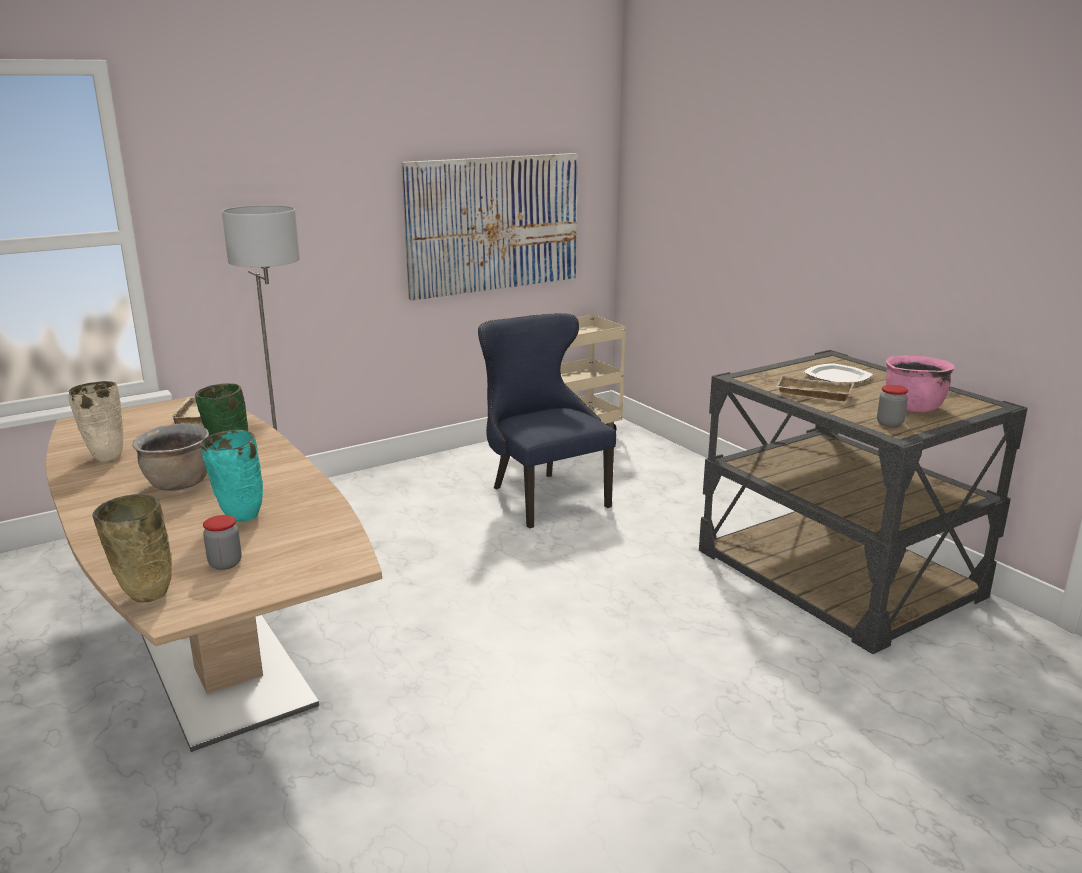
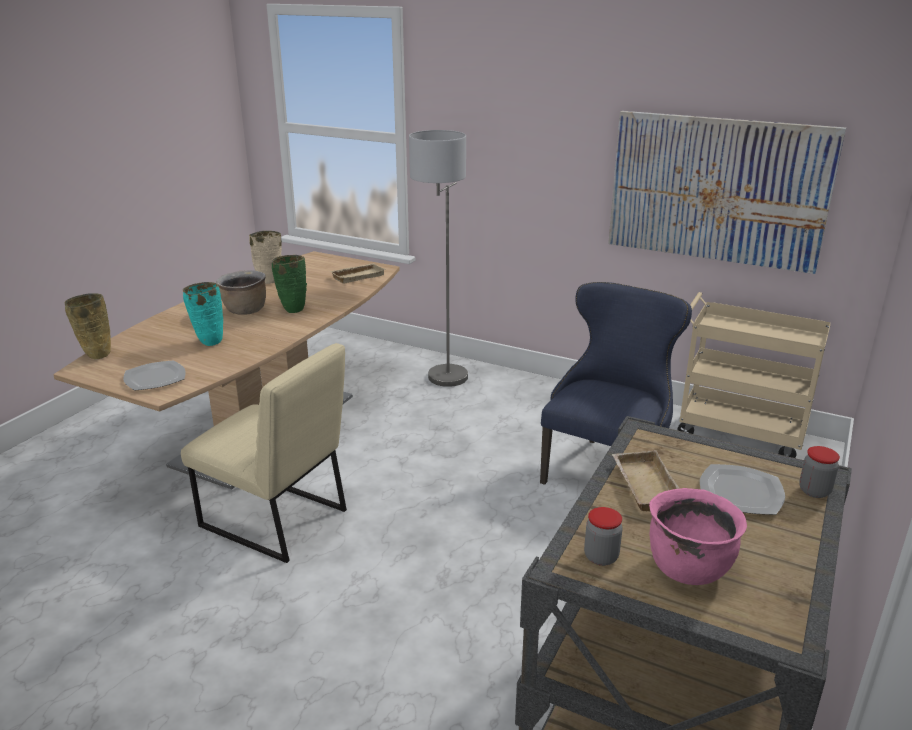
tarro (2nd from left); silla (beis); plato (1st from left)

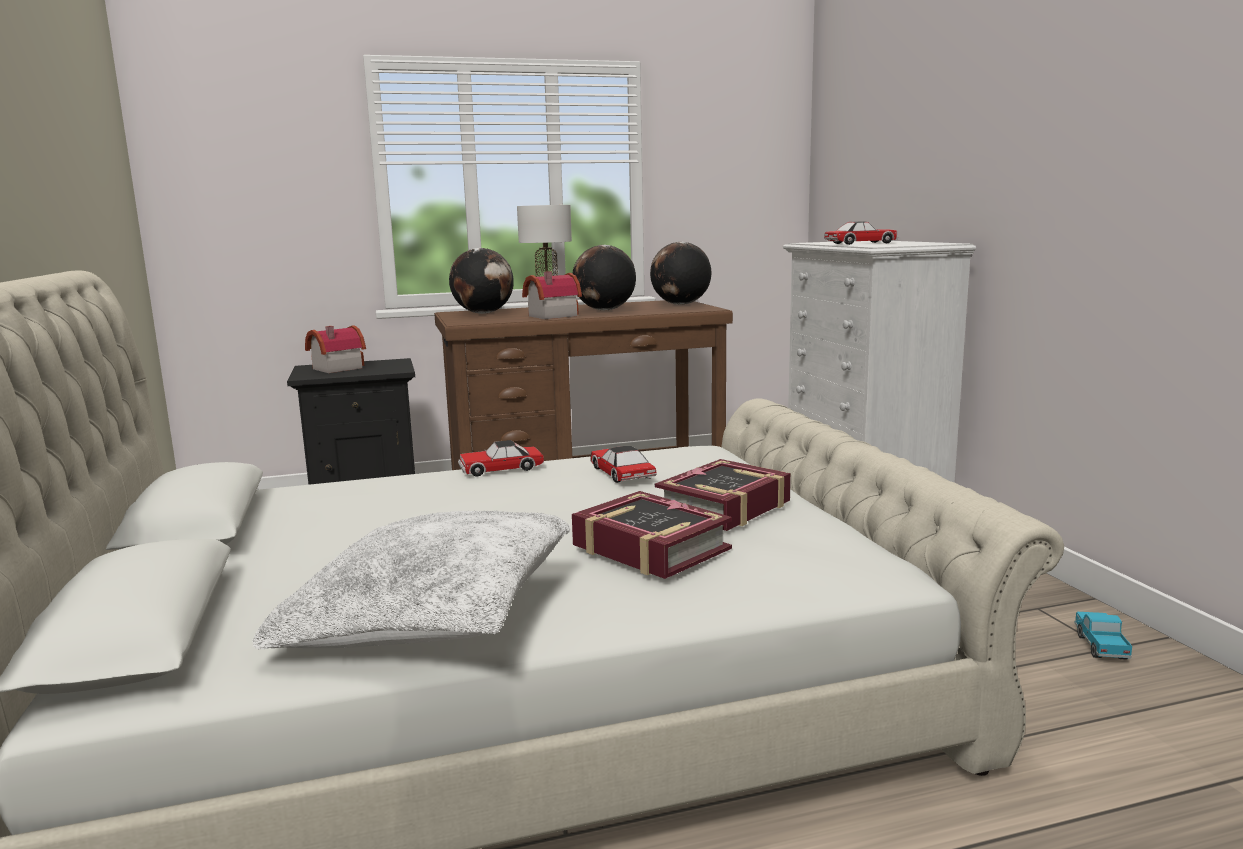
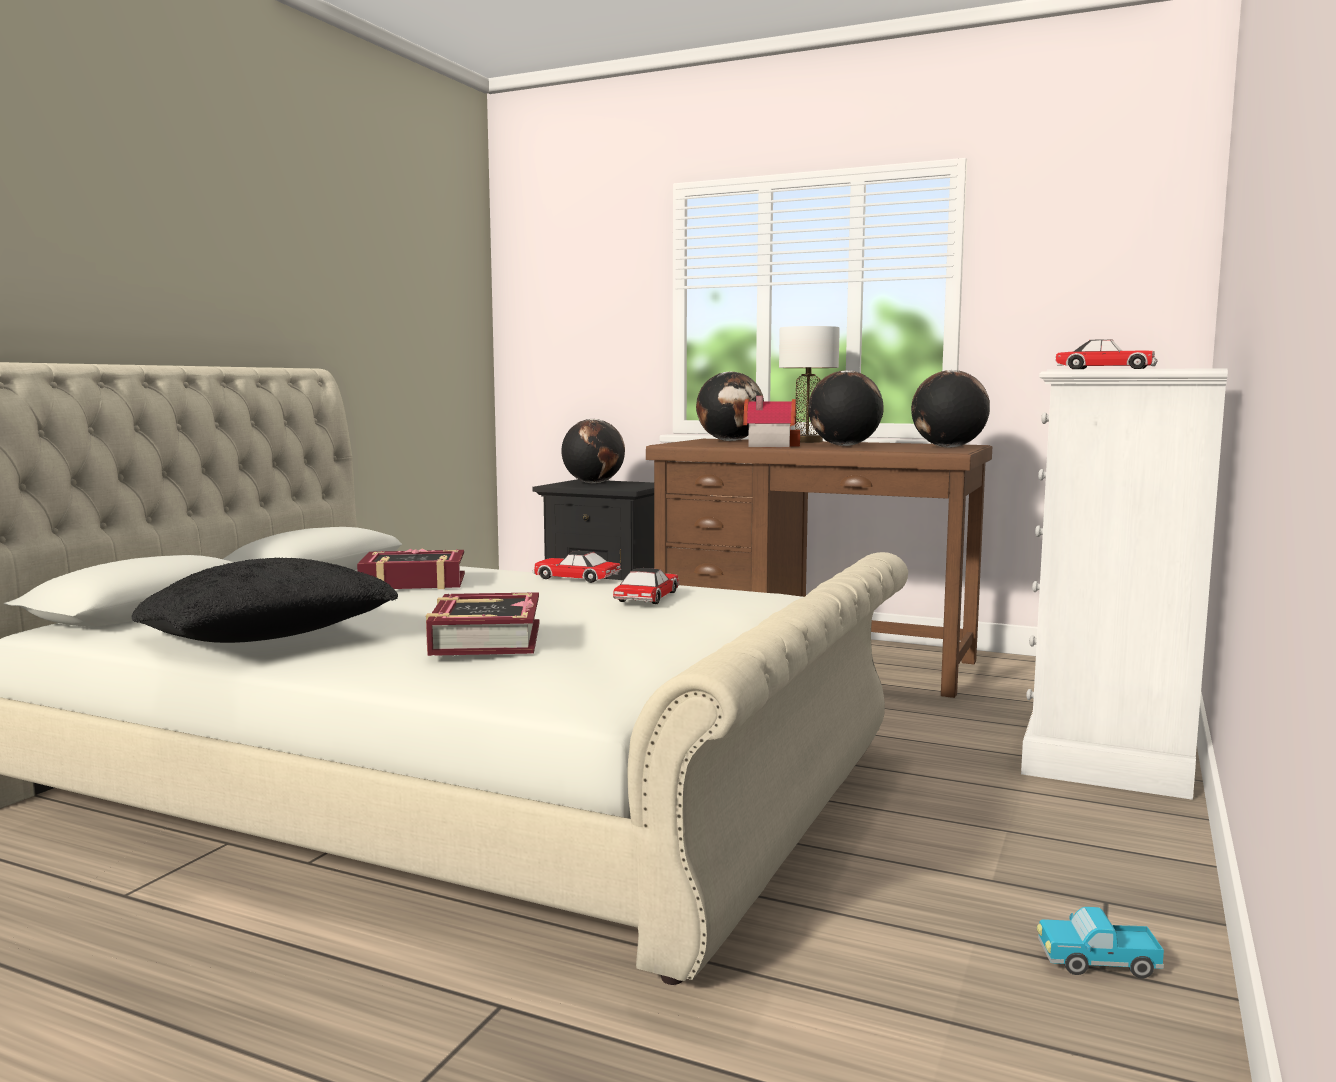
globo terráqueo (1st from left); libro (1st from left); cojín (negro); camión de juguete

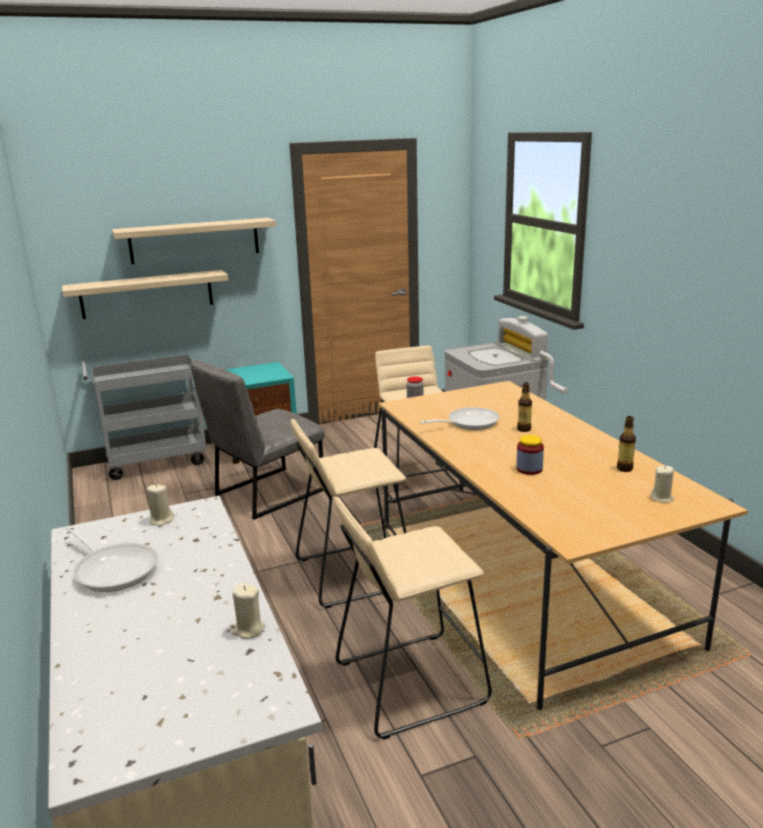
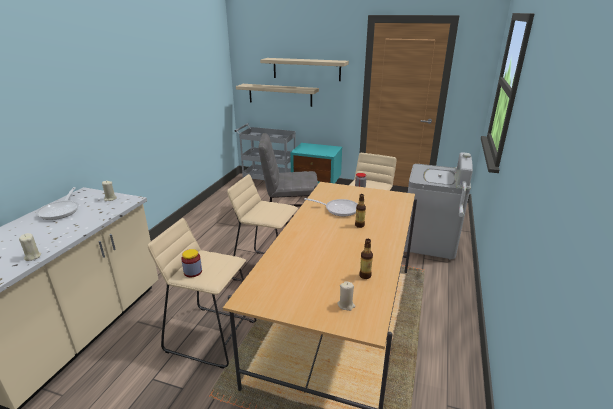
tarro (1st from left)

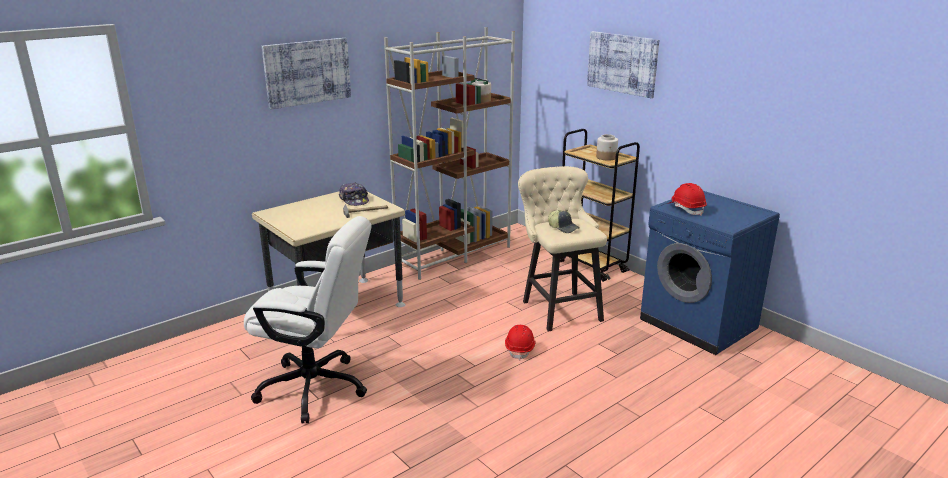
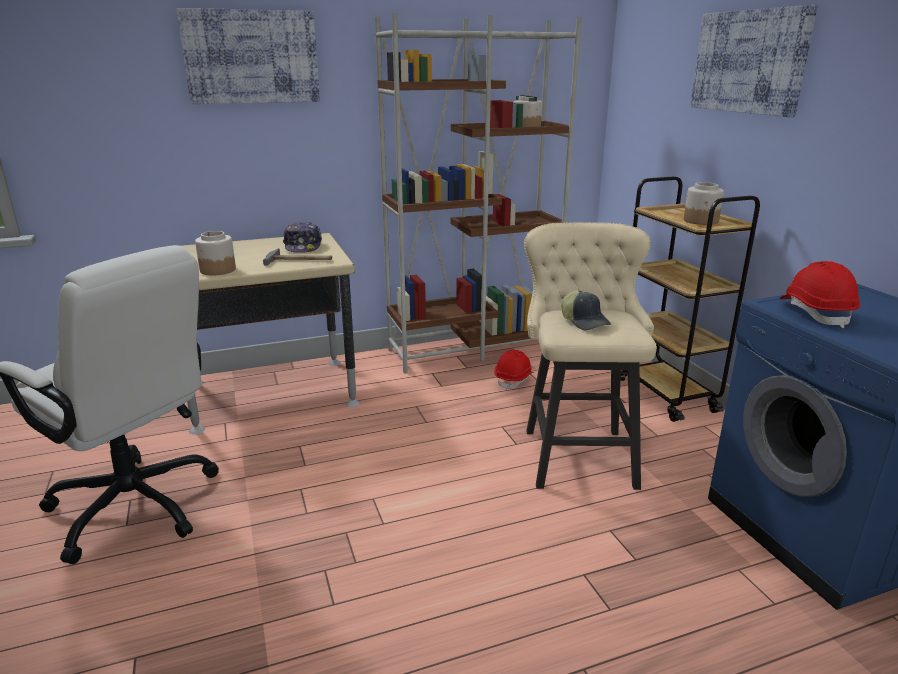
casco (rojo) (1st from left); tarro (1st from left)

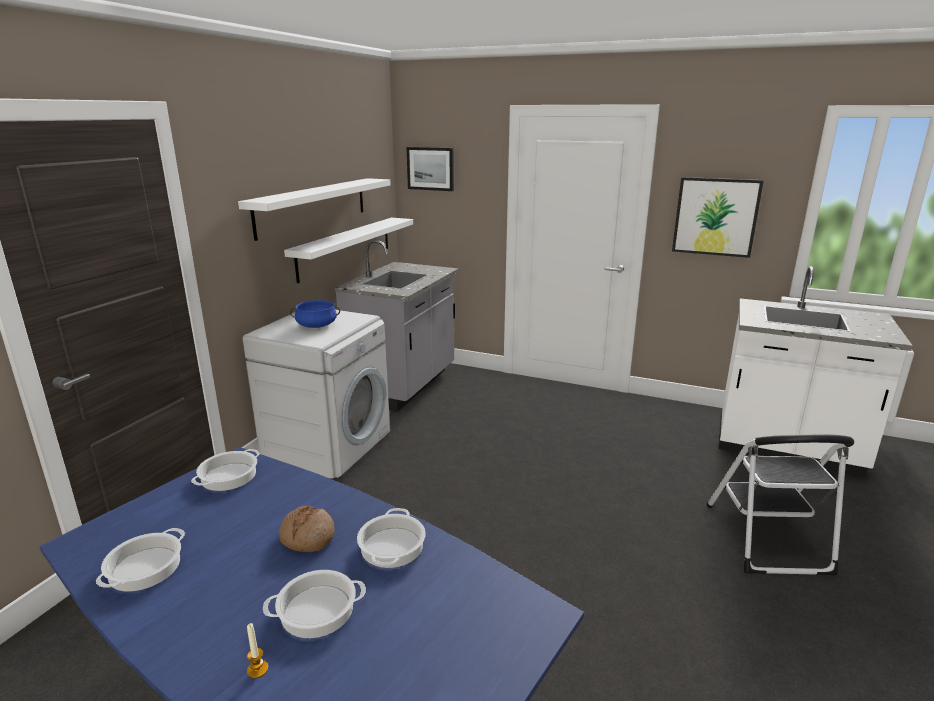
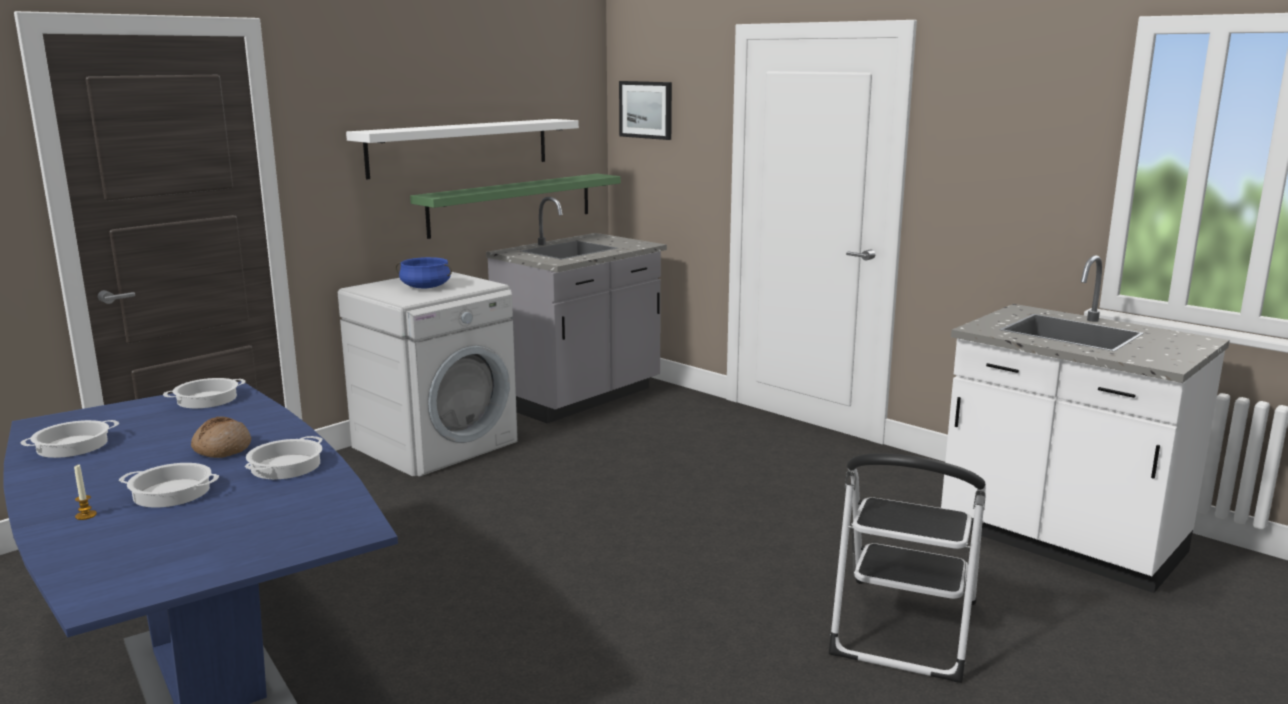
cuadro (2nd from left in the first image); estante (verde)

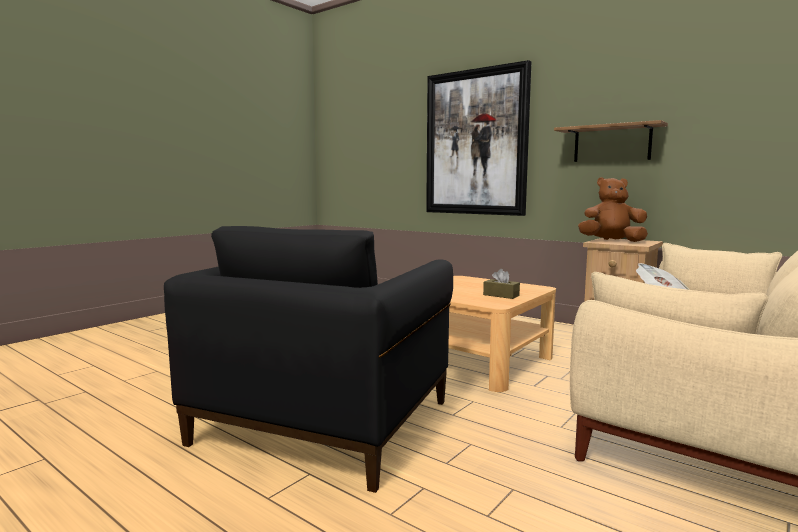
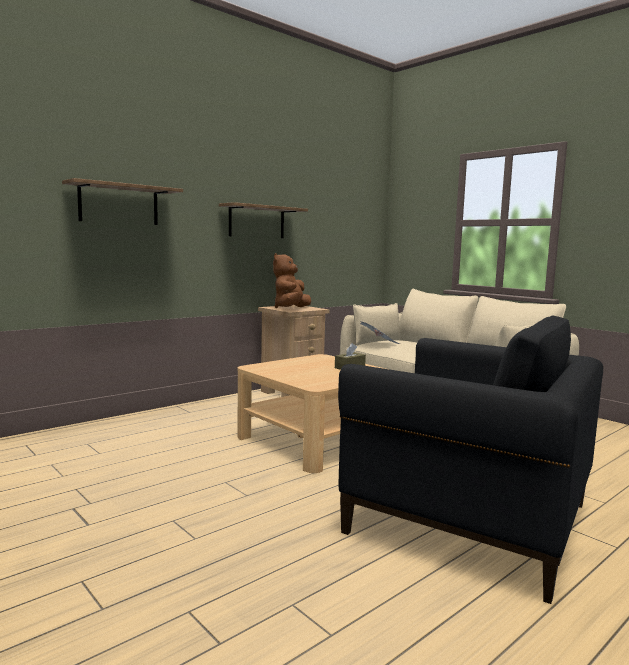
estante (1st from left)

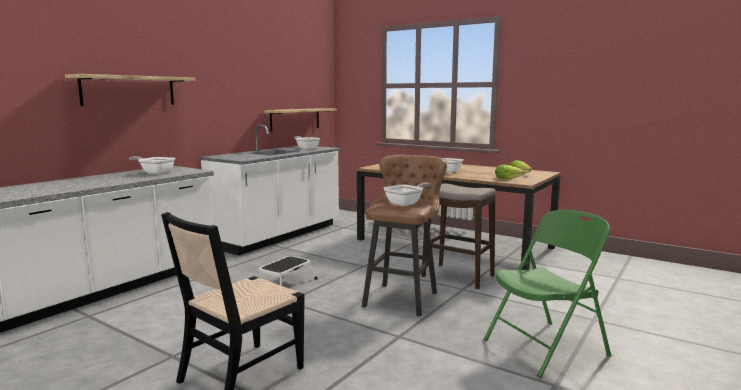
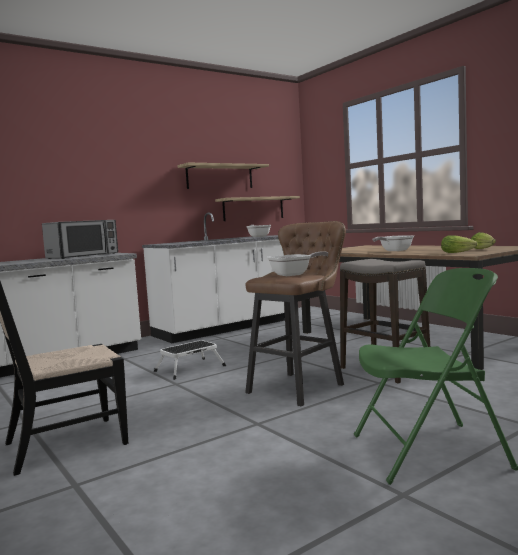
estante (1st from left); microondas

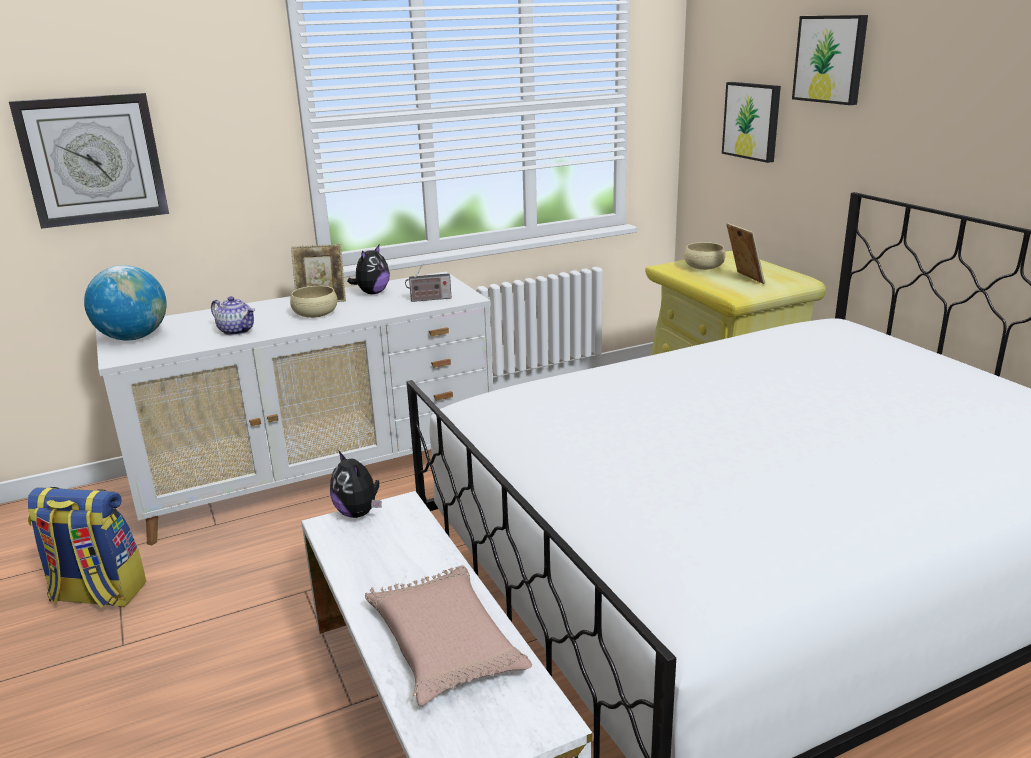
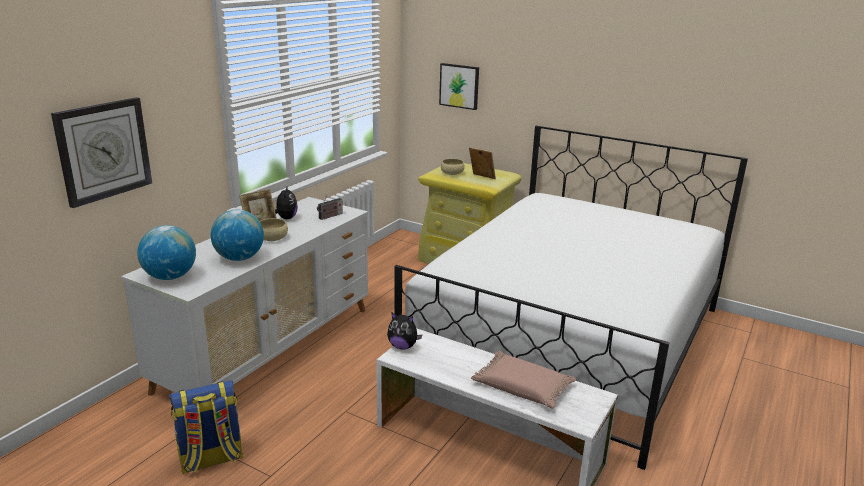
cuadro (2nd from left in the first image); globo terráqueo (2nd from left)

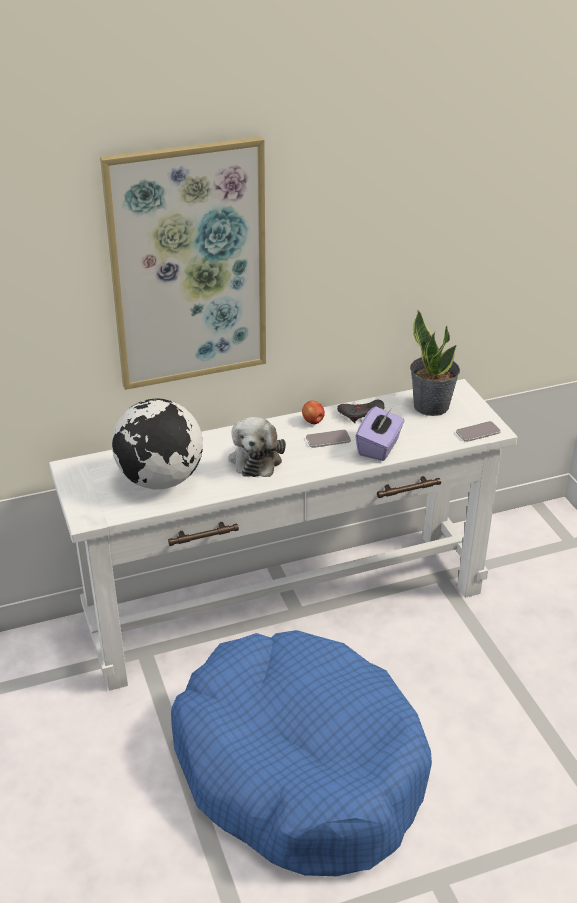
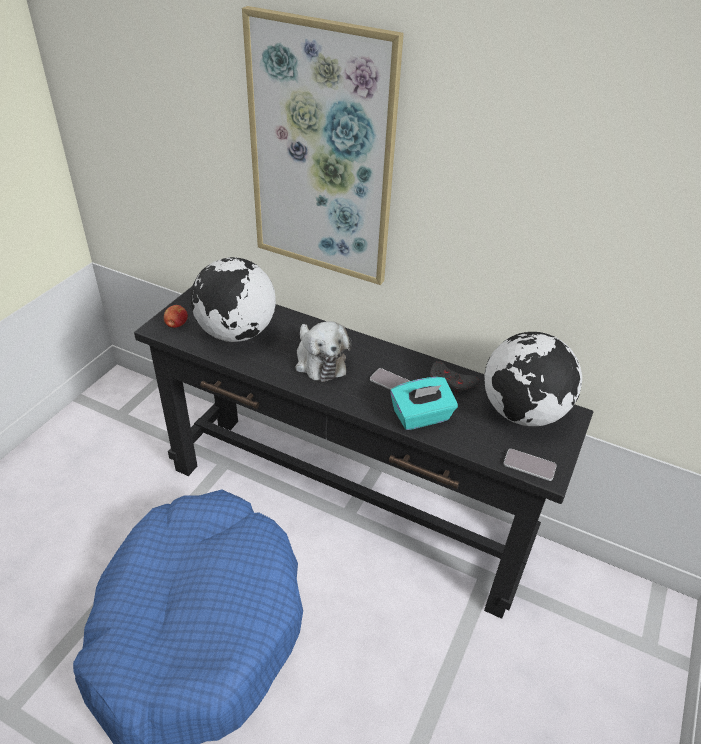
globo terráqueo (2nd from left); mesa consola (negro); manzana; caja de pañuelos (turquesa); peluche

